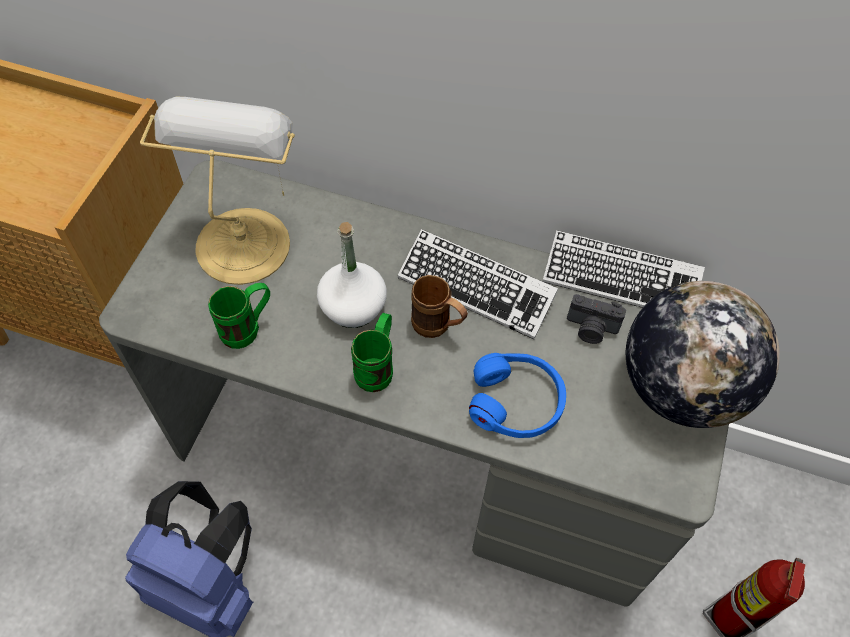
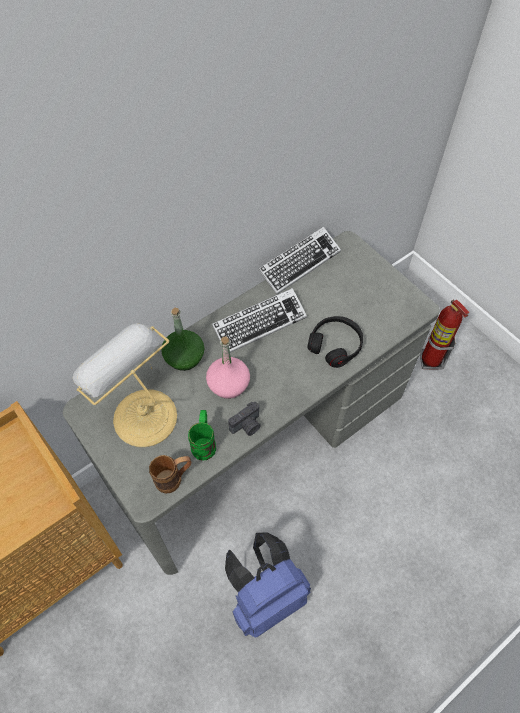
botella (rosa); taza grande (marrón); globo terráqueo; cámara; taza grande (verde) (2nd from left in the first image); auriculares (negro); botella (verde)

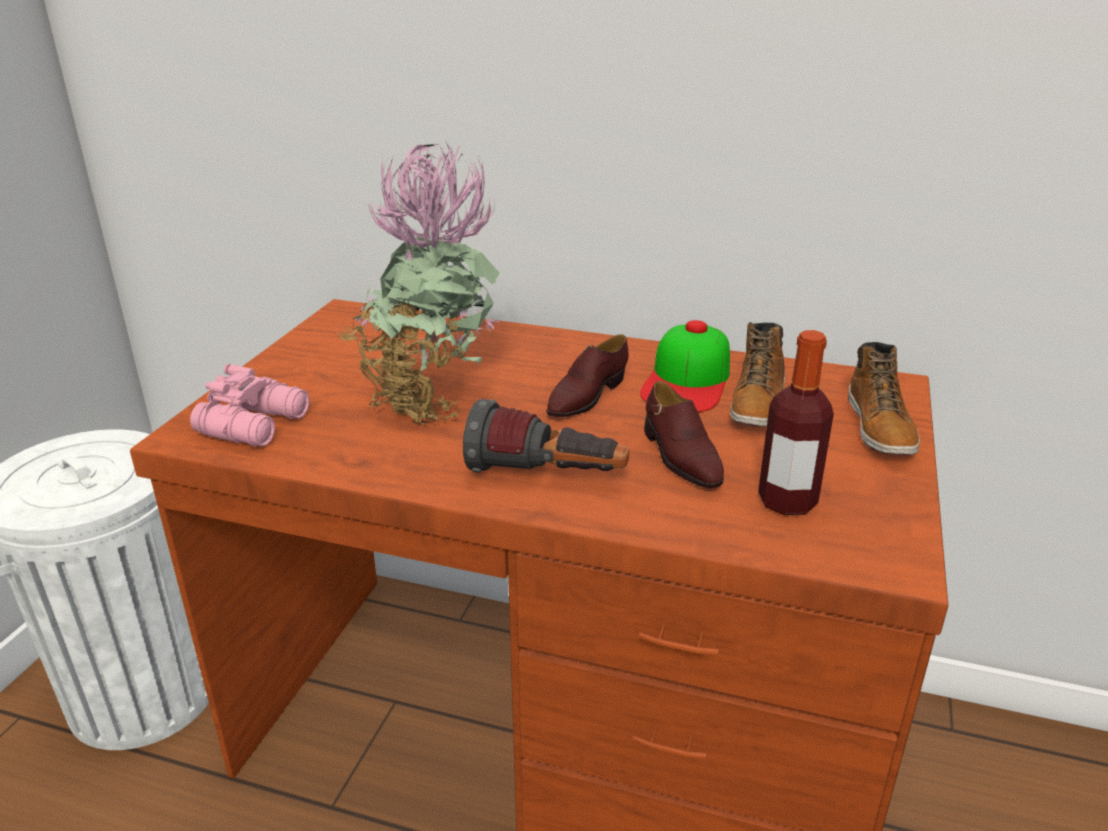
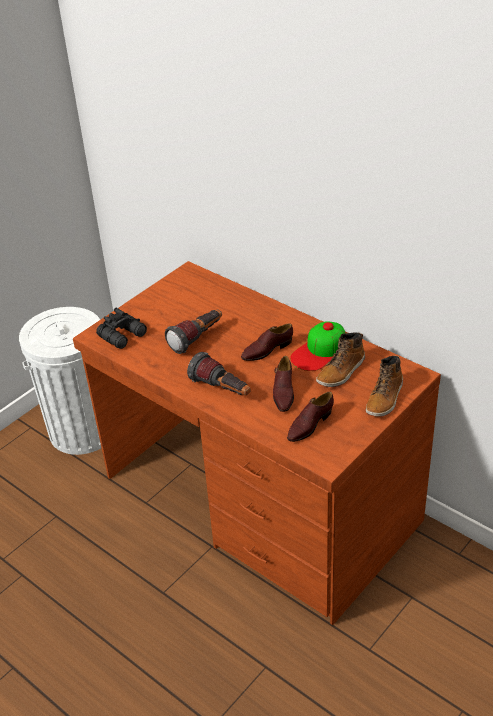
linterna (1st from left); zapato (marrón) (3rd from left); prismáticos (negro)

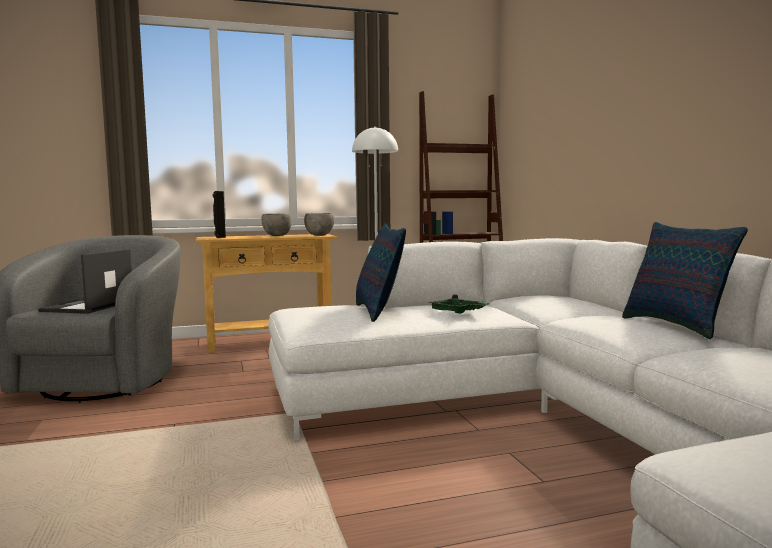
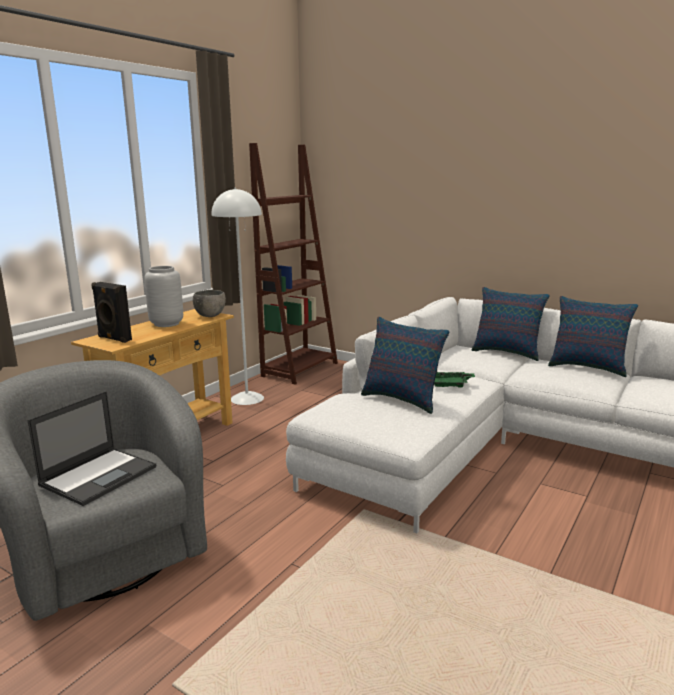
florero (gris); portátil; cojín (azul) (2nd from left)

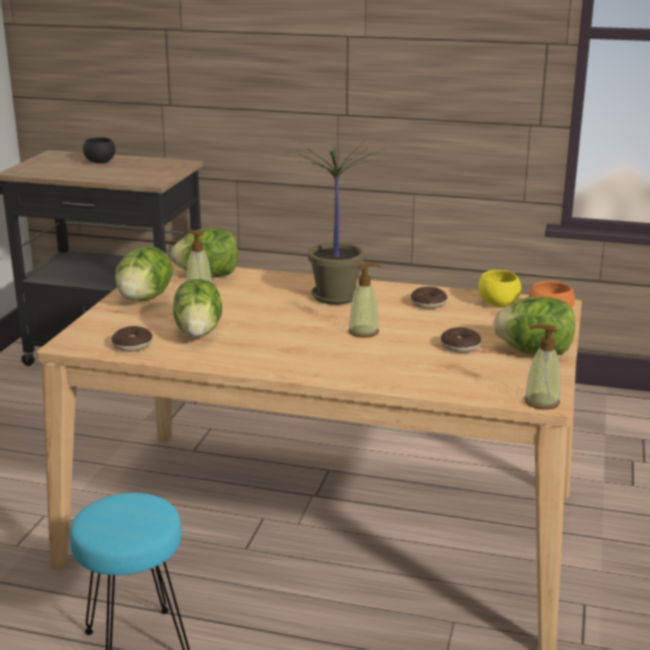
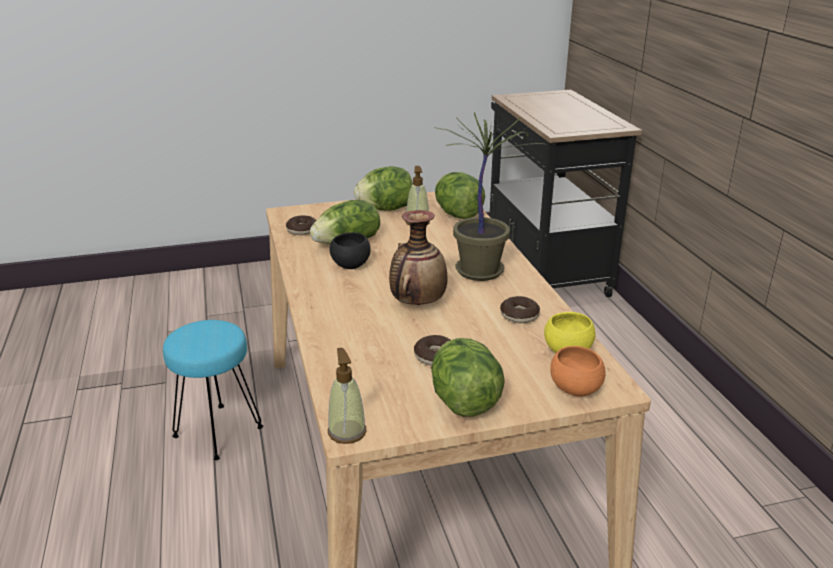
cuenco (negro); florero

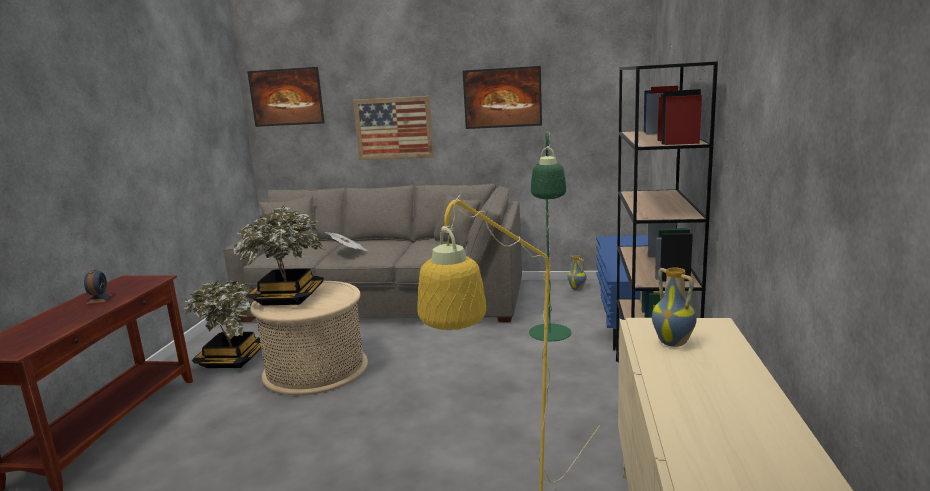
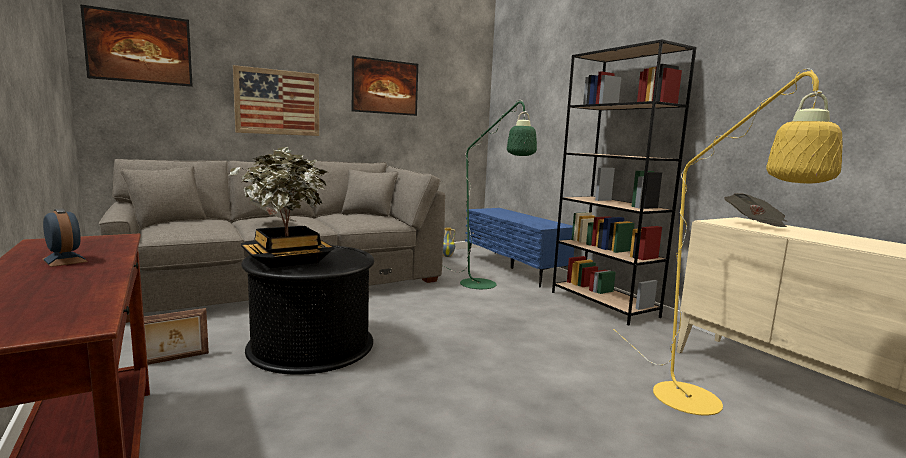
periódico (2nd from left); portarretratos; mesa de centro (negro)

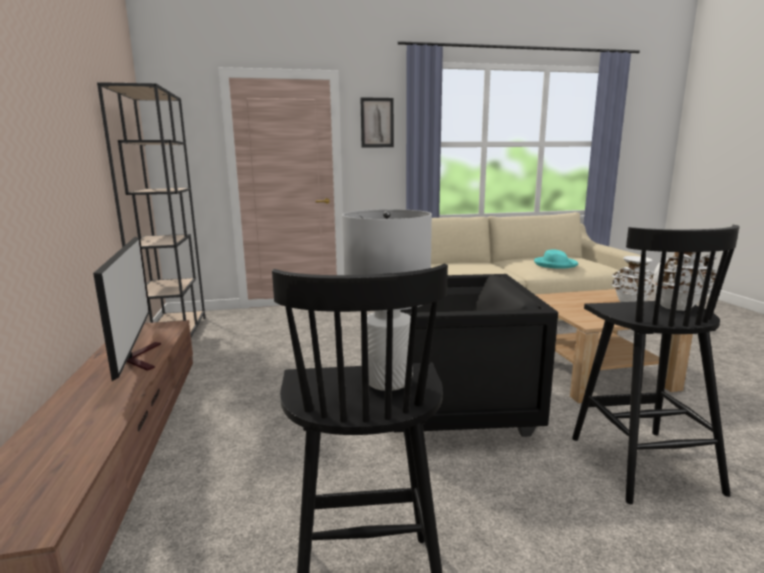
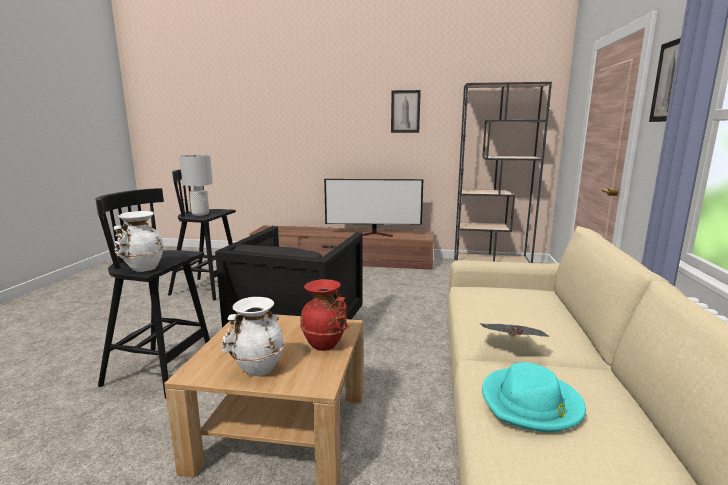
cuadro (1st from left); florero (rojo); periódico

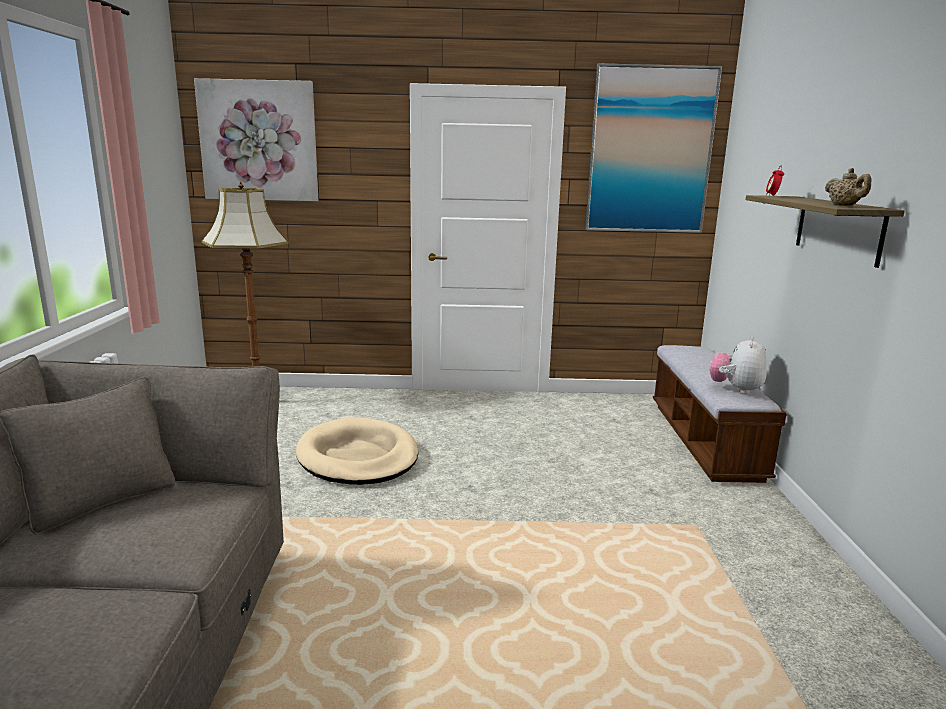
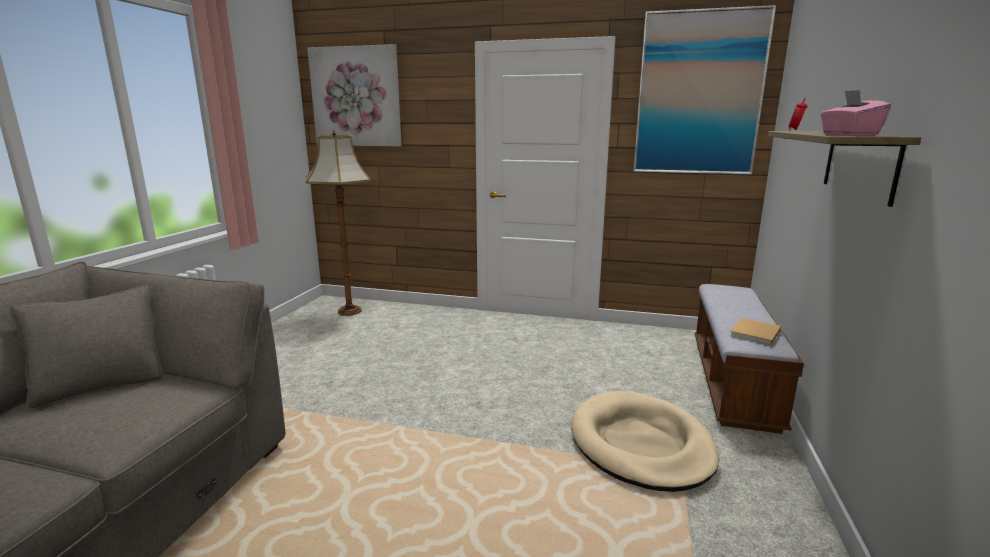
caja de pañuelos (rosa); libro (beis); cama para perro (beis)

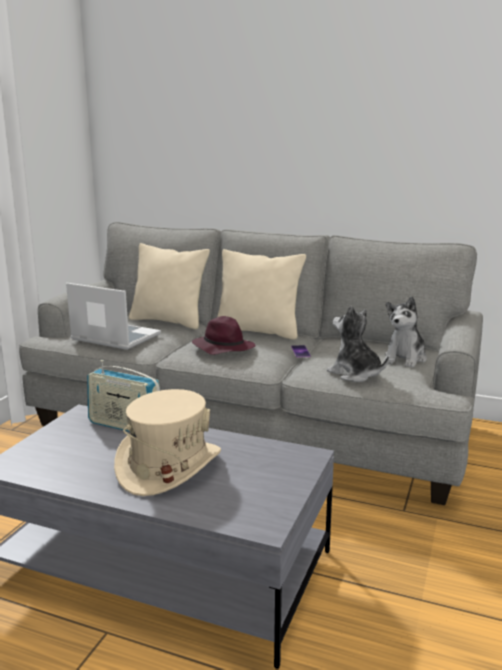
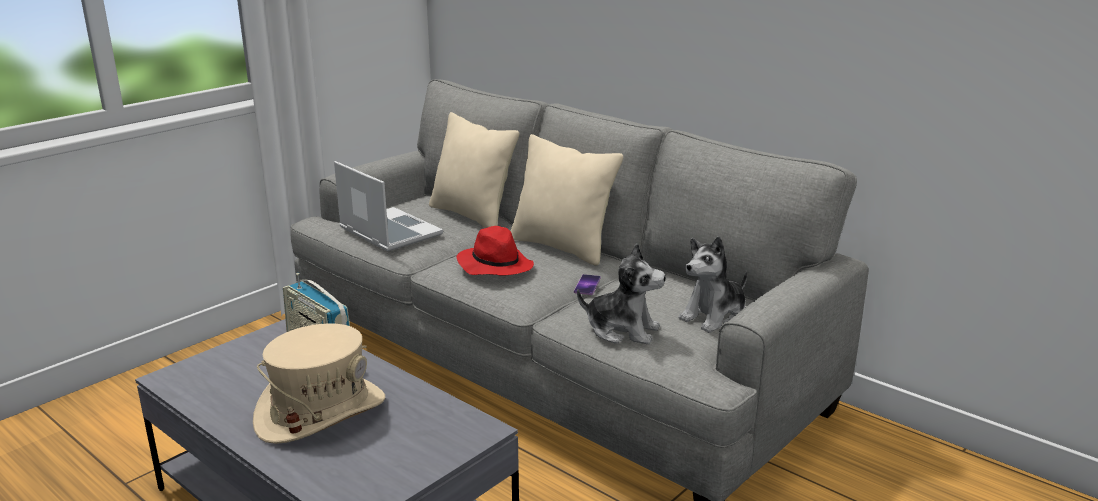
peluche (1st from left); sombrero (rojo)

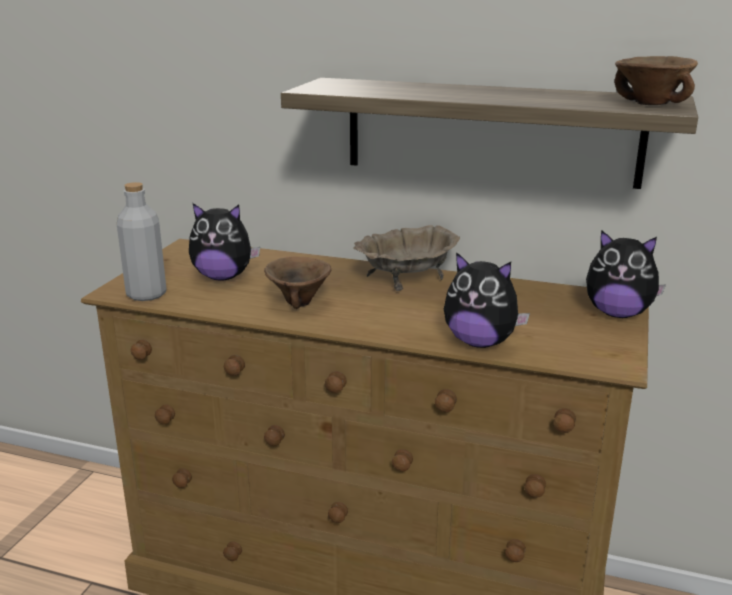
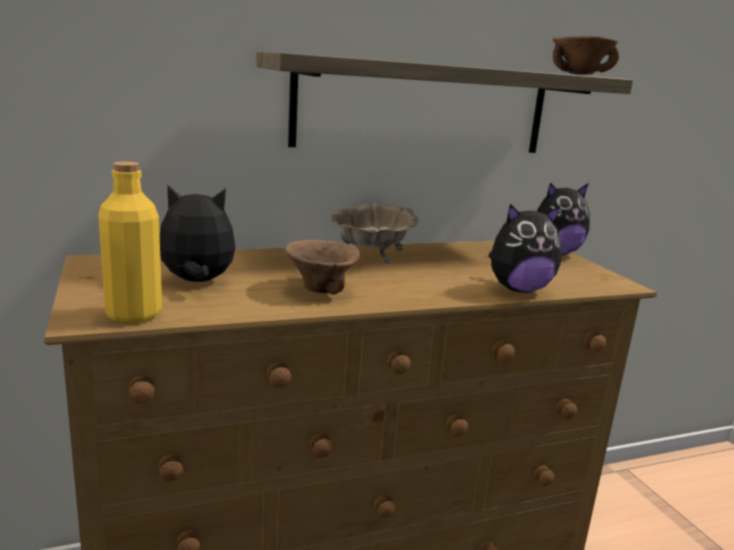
botella (amarillo); peluche (1st from left)

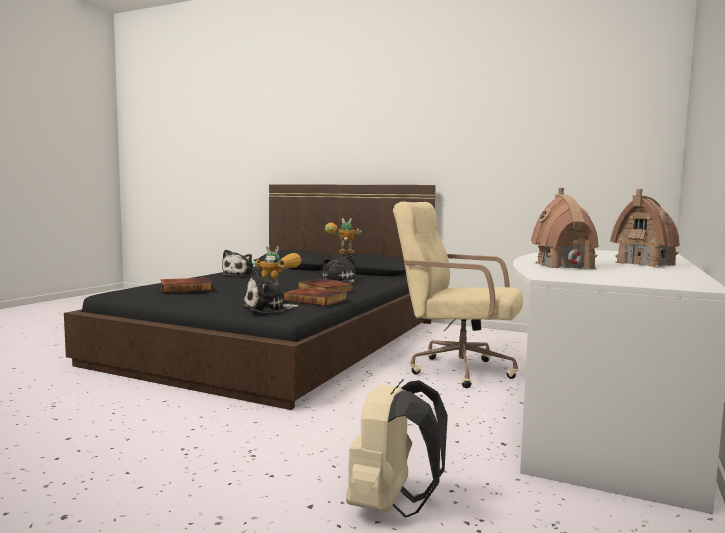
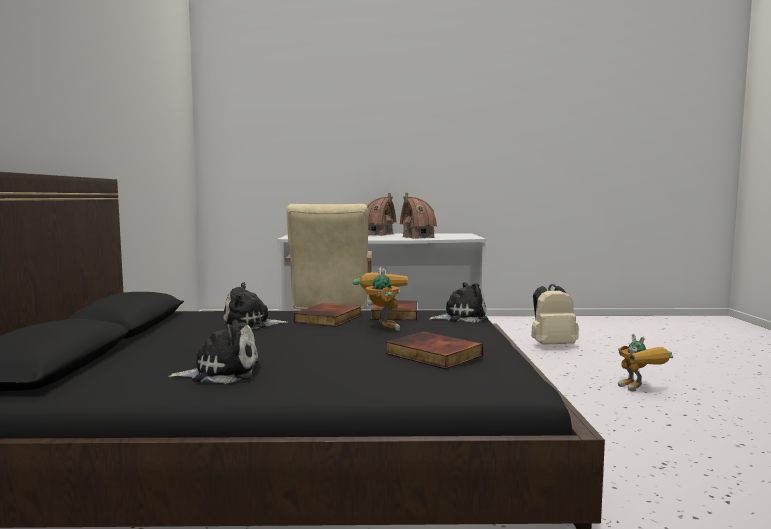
robot de juguete (2nd from left); peluche (3rd from left)

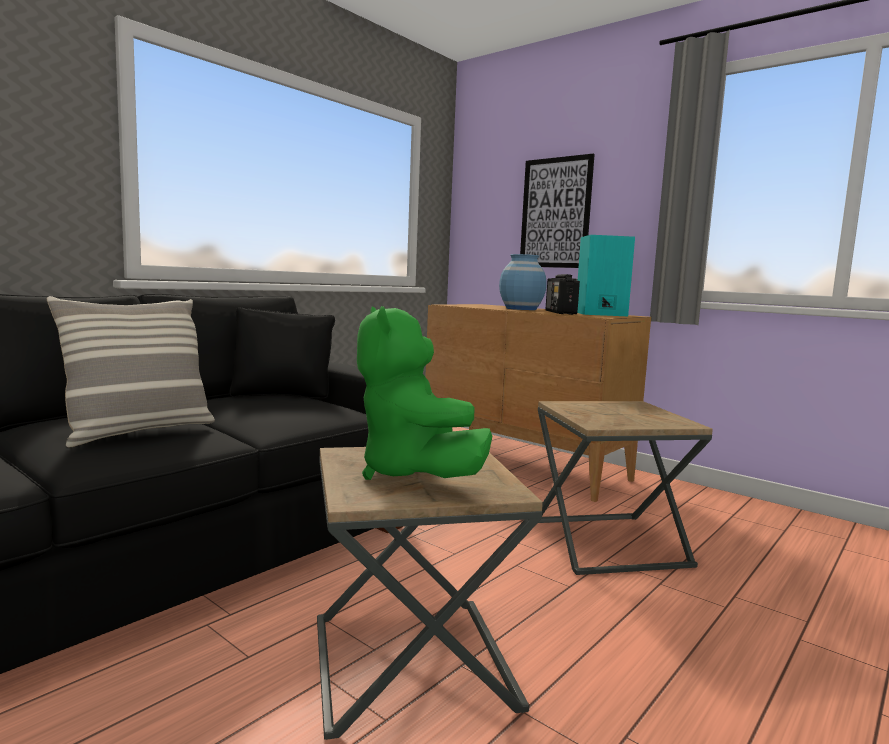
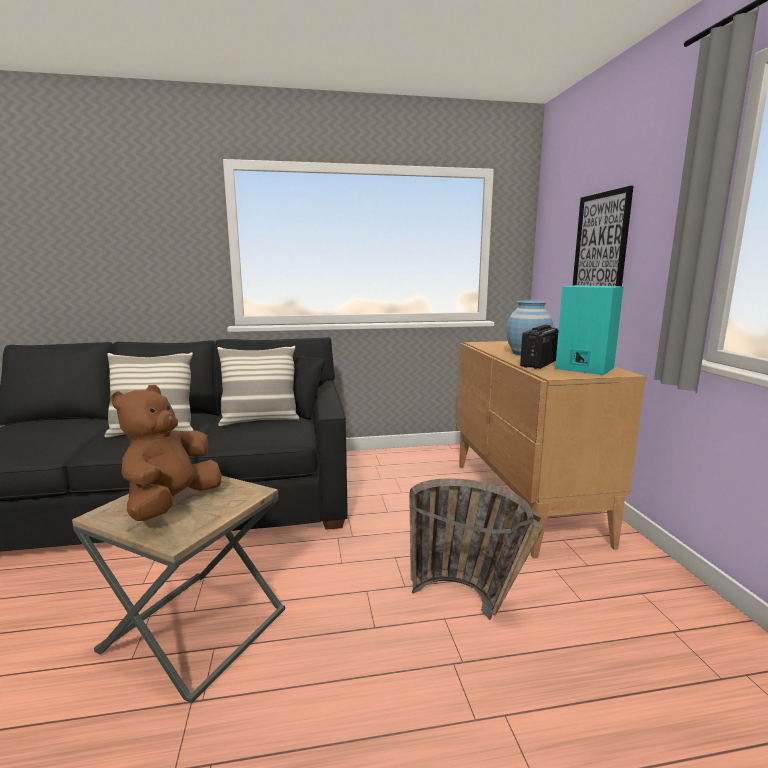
peluche (marrón); cesta; cojín (2nd from left)

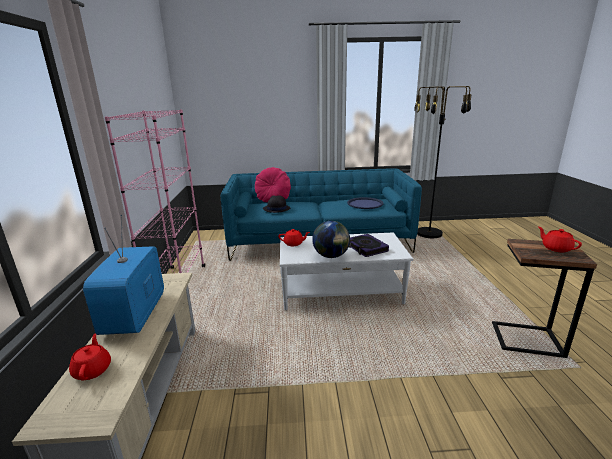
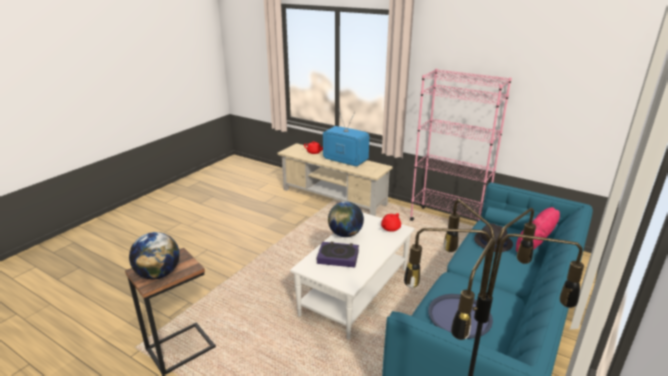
globo terráqueo (1st from left)

